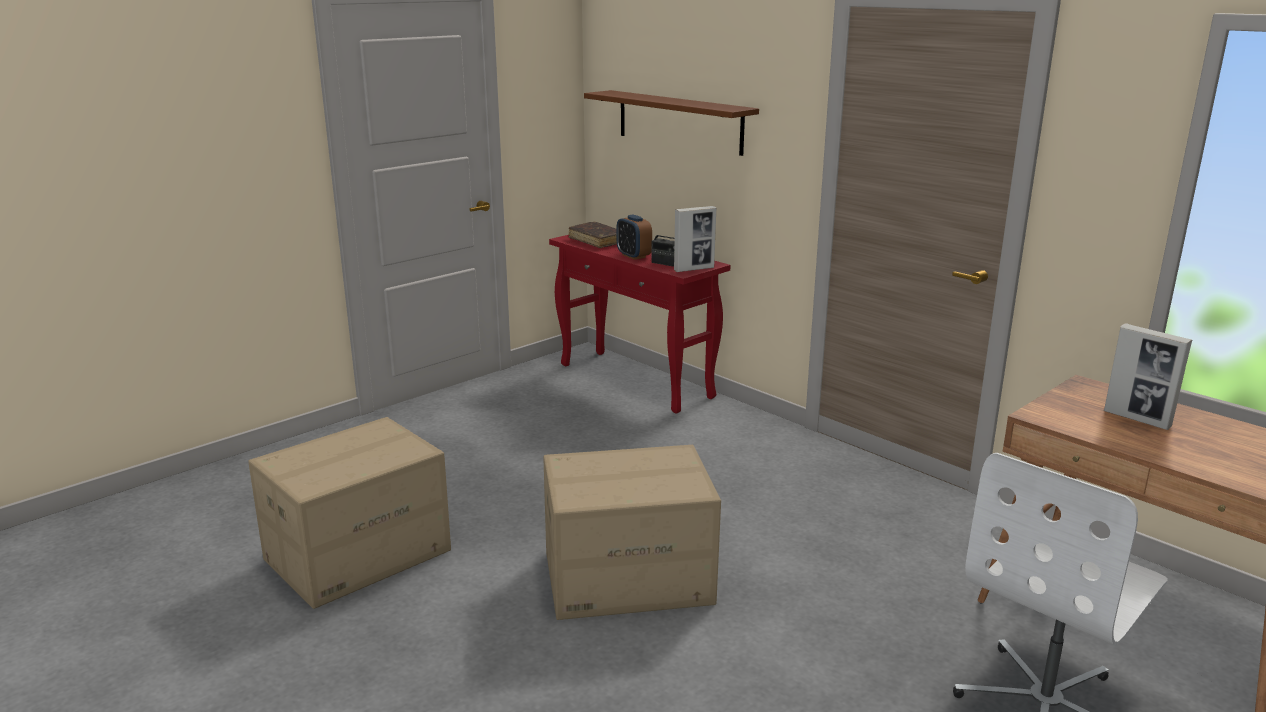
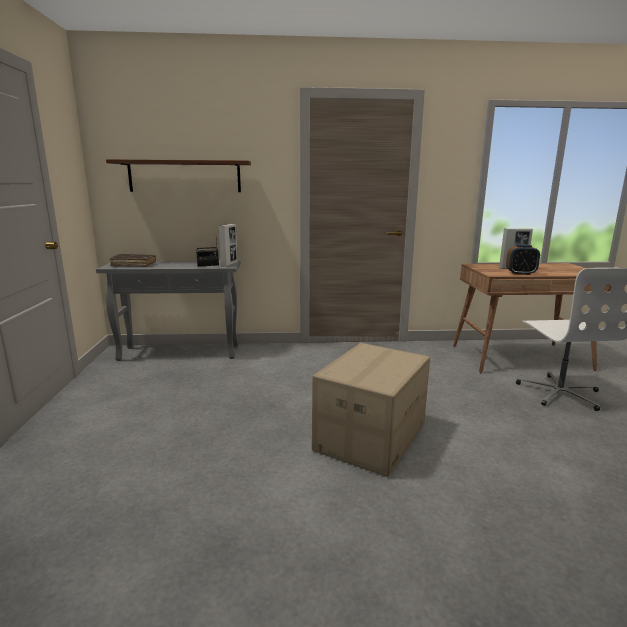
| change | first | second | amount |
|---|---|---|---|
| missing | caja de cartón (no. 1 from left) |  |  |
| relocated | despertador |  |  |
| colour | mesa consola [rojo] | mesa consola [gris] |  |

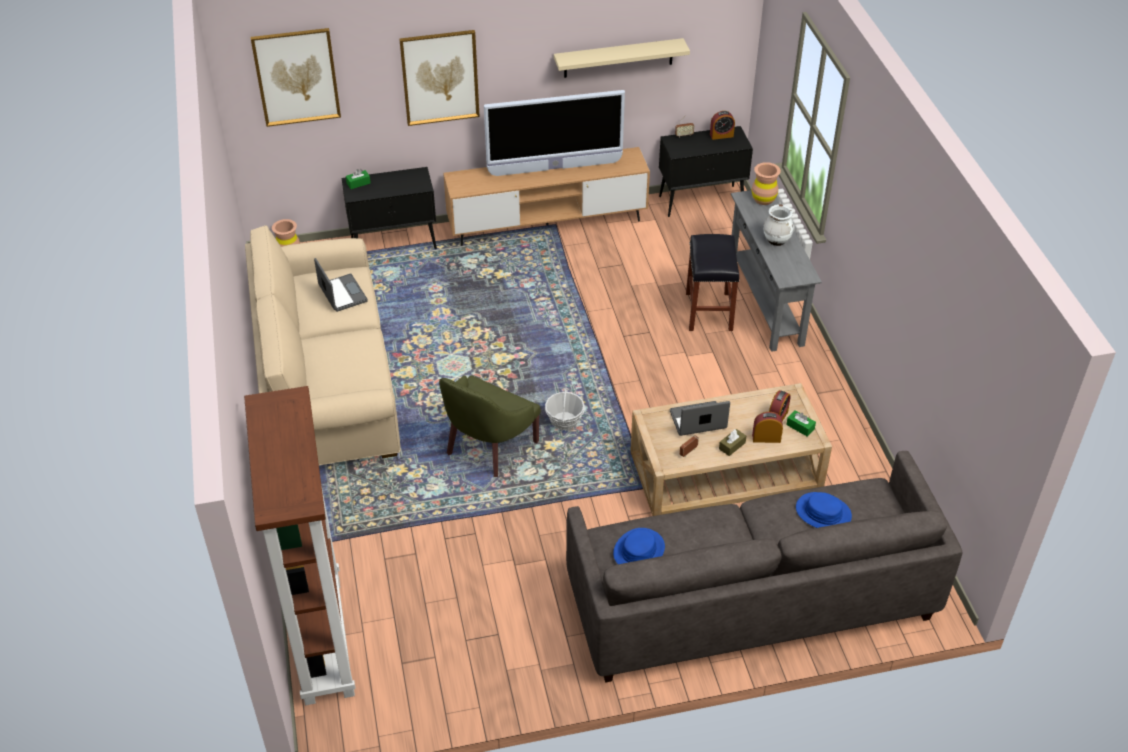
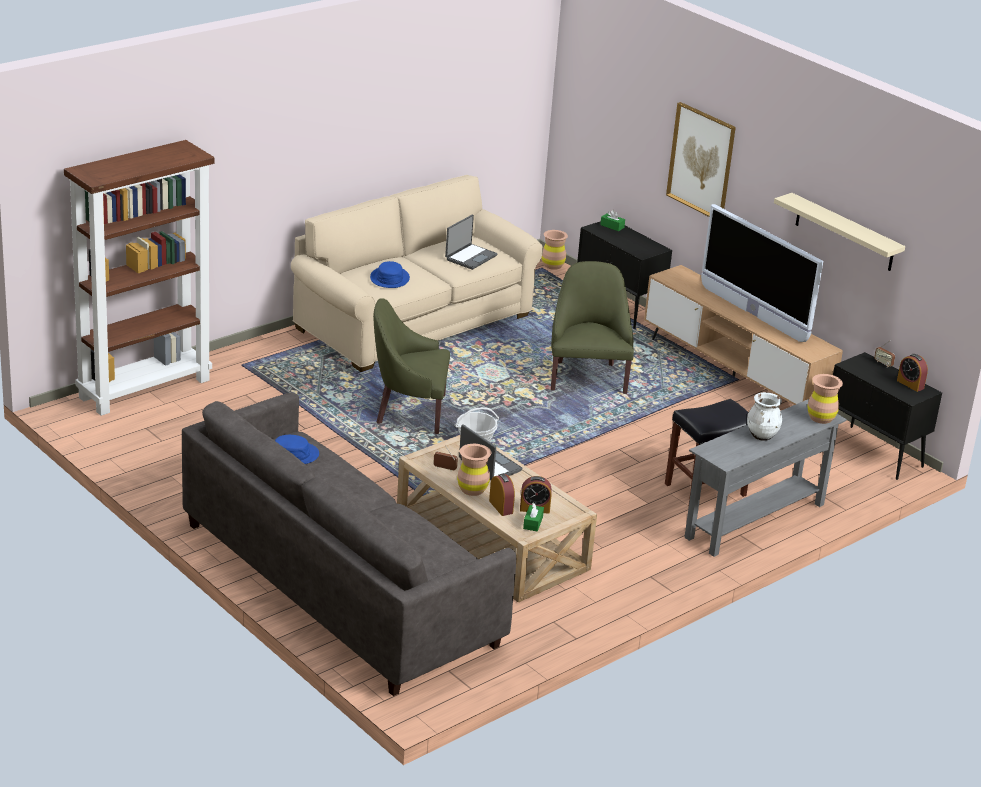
| change | first | second | amount |
|---|---|---|---|
| missing | cuadro (no. 1 from left) |  |  |
| appeared |  | sillón [verde] (no. 2 from left) |  |
| relocated | sombrero [azul] (no. 2 from left) |  |  |
| exchanged | caja de pañuelos [marrón] | florero [marrón] (no. 1 from left) |  |

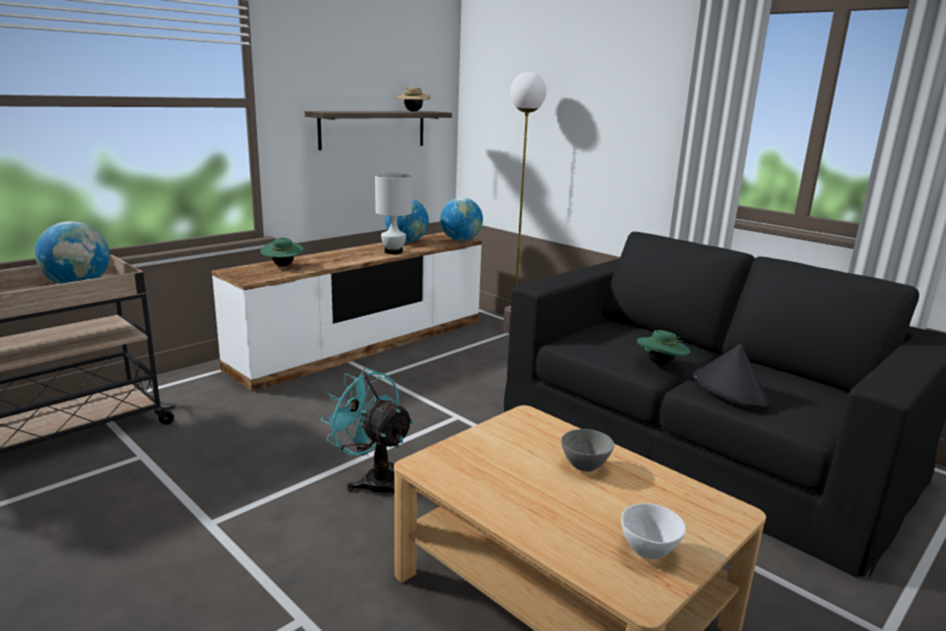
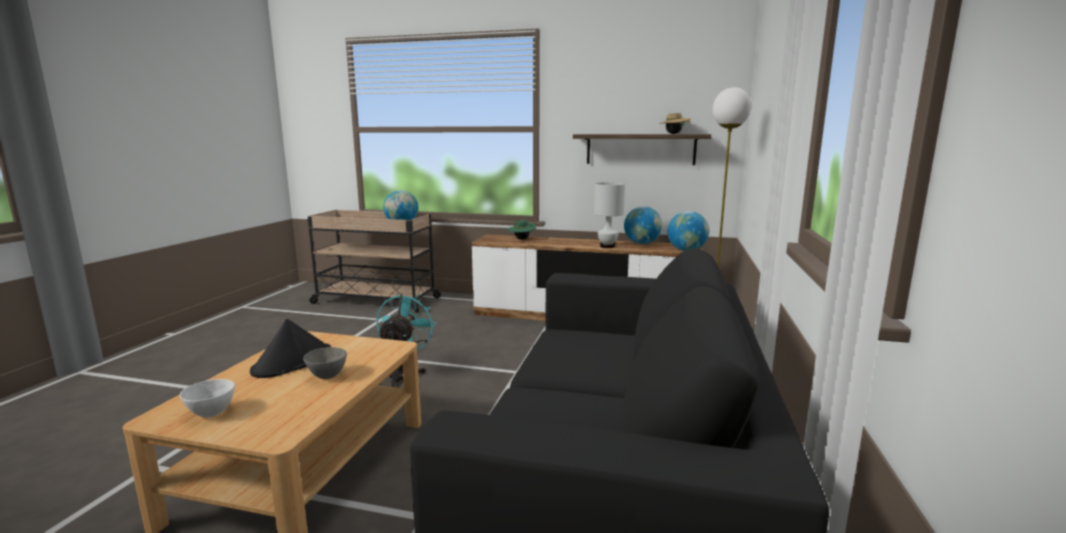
| change | first | second | amount |
|---|---|---|---|
| missing | sombrero [verde] (no. 2 from left) |  |  |
| relocated | sombrero [negro] |  |  |

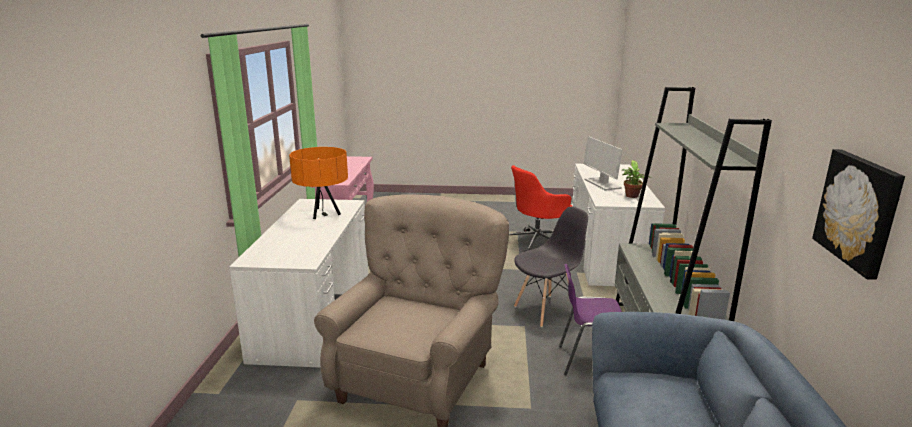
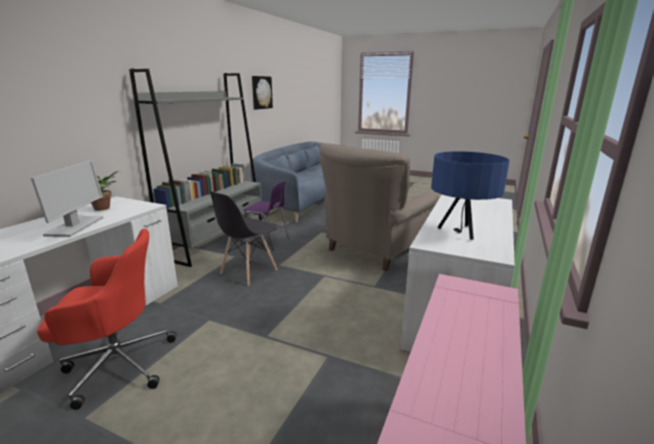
| change | first | second | amount |
|---|---|---|---|
| colour | lámpara de mesa [naranja] | lámpara de mesa [azul] |  |
| spun | silla [gris] |  | 45 degrees counterclockwise |

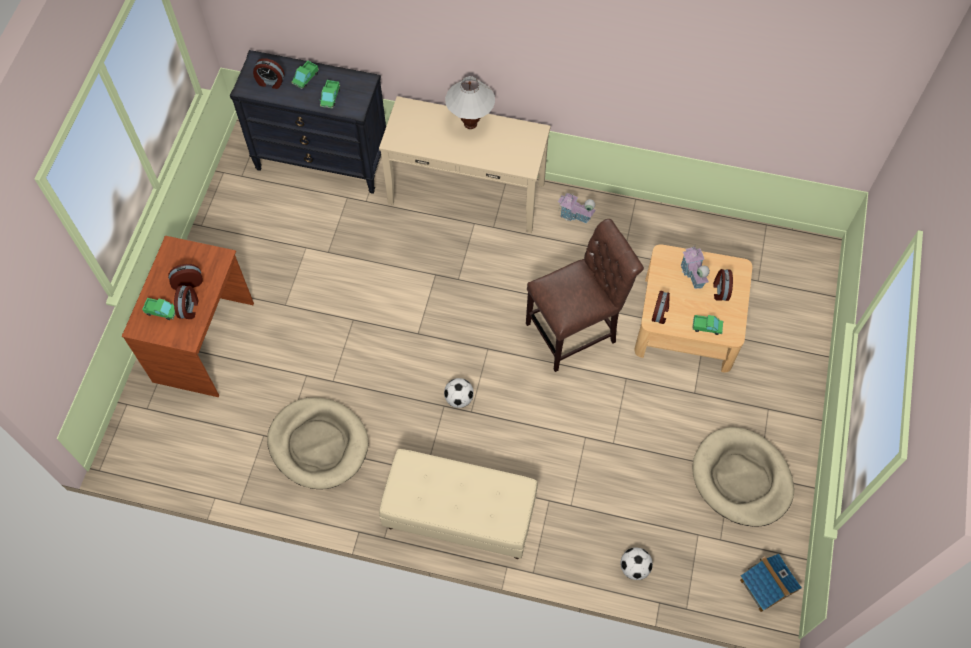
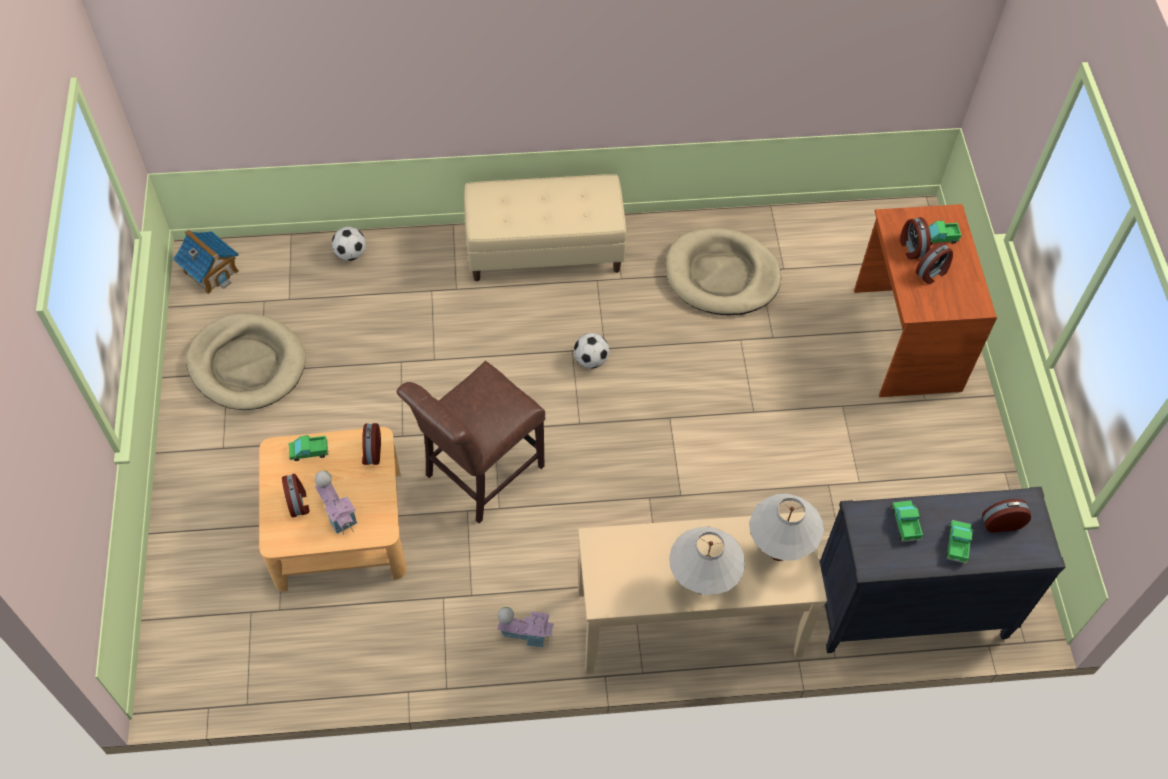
| change | first | second | amount |
|---|---|---|---|
| appeared |  | lámpara de mesa [blanco] (no. 2 from left) |  |

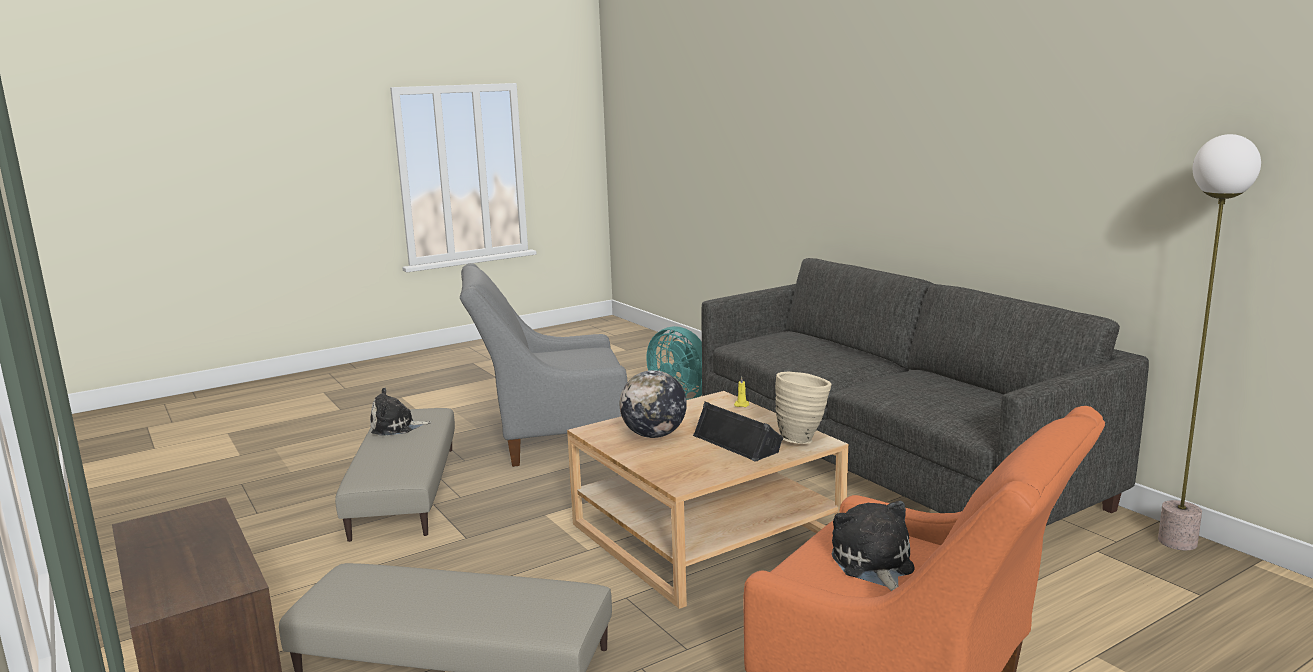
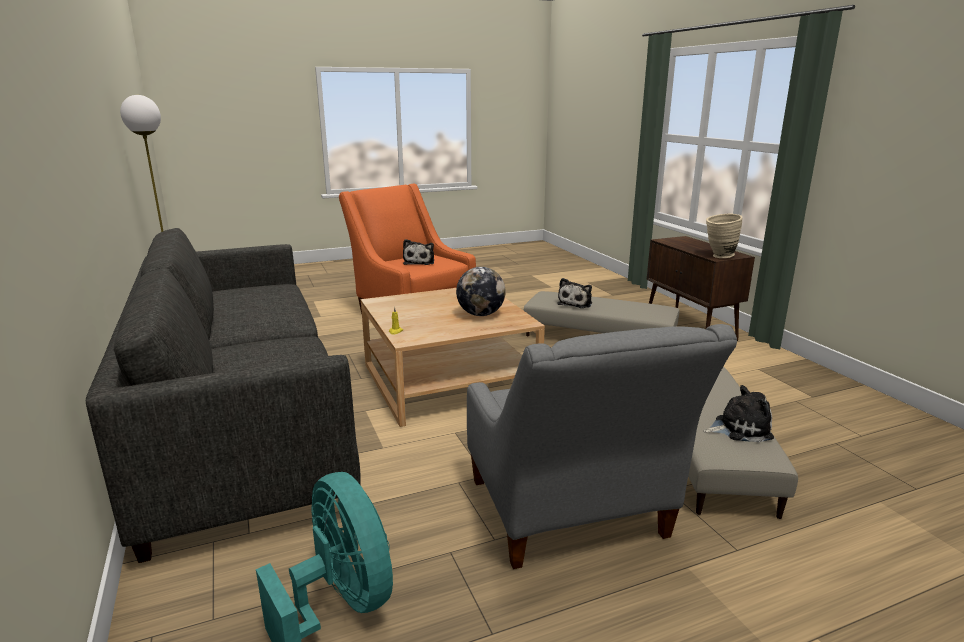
| change | first | second | amount |
|---|---|---|---|
| missing | altavoz [negro] |  |  |
| appeared |  | peluche (no. 2 from left) |  |
| relocated | florero [beis] |  |  |
| spun | sillón [gris] |  | 75 degrees clockwise |

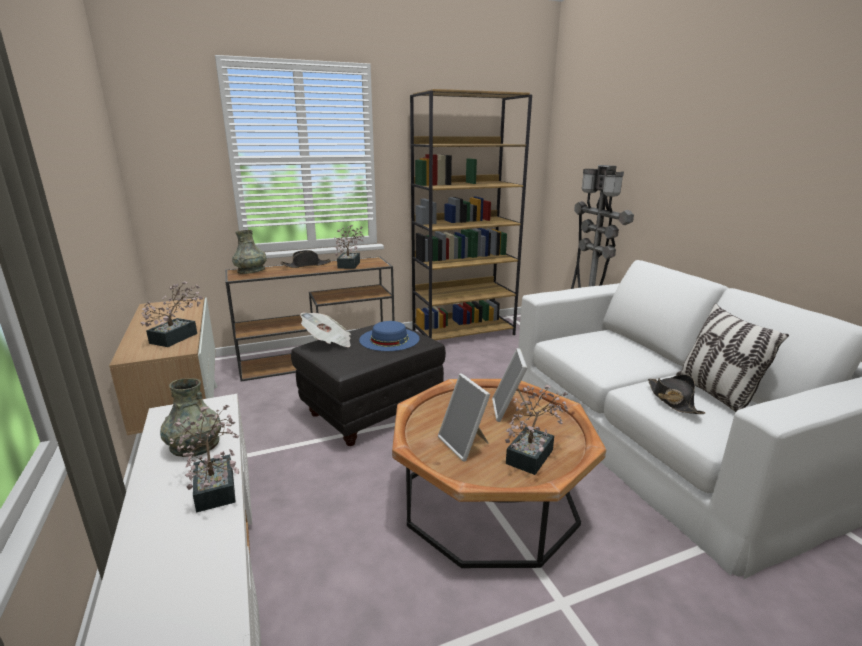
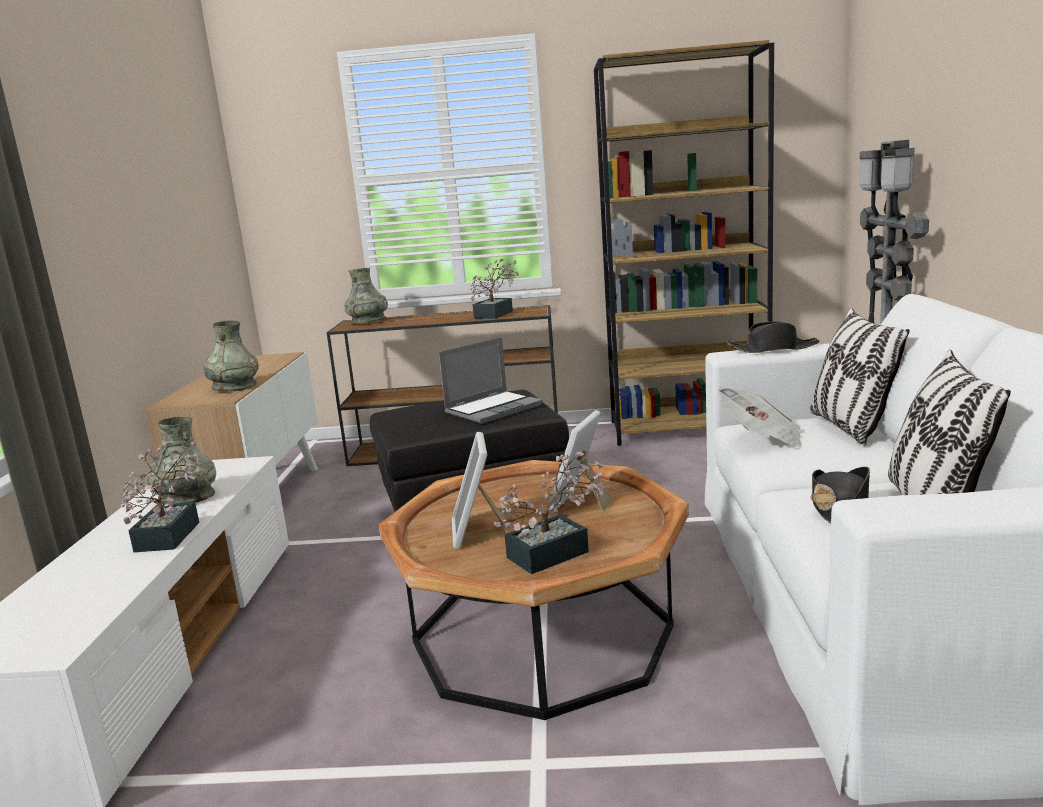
| change | first | second | amount |
|---|---|---|---|
| appeared |  | cojín (no. 1 from left) |  |
| relocated | sombrero [negro] (no. 1 from left) |  |  |
| relocated | periódico |  |  |
| exchanged | planta en maceta (no. 1 from left) | florero [gris] (no. 2 from left) |  |
| exchanged | sombrero [azul] | portátil |  |

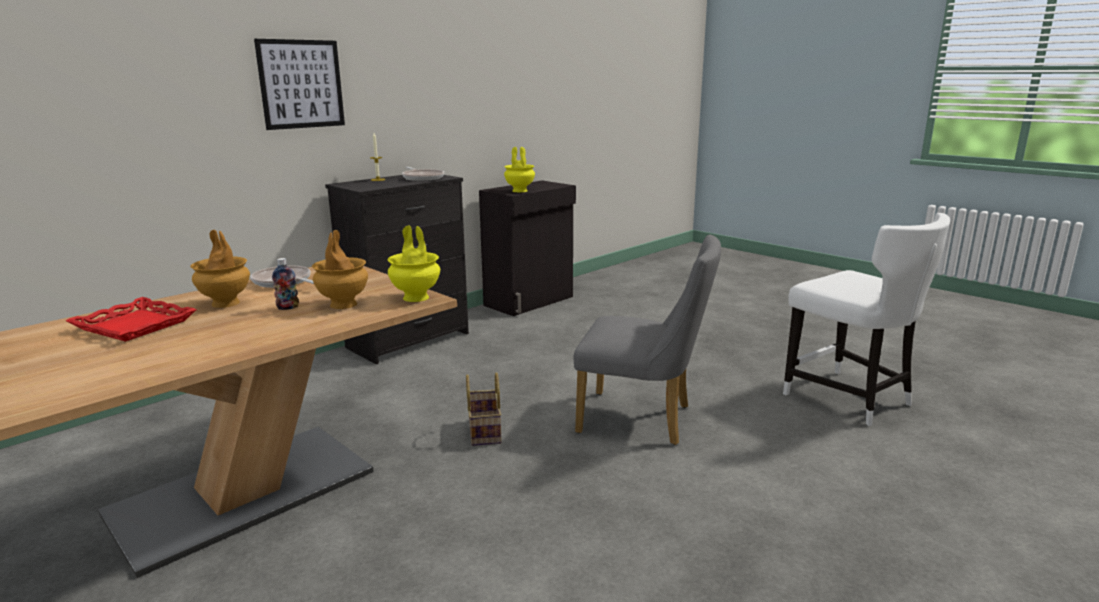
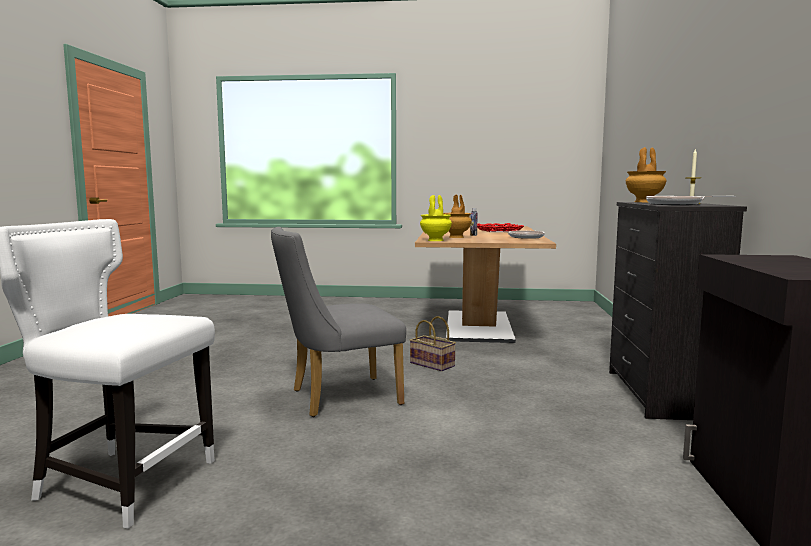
| change | first | second | amount |
|---|---|---|---|
| missing | cuadro |  |  |
| missing | florero [amarillo] (no. 2 from left) |  |  |
| relocated | florero [marrón] (no. 1 from left in the first image) | florero [marrón] (no. 2 from left) |  |

